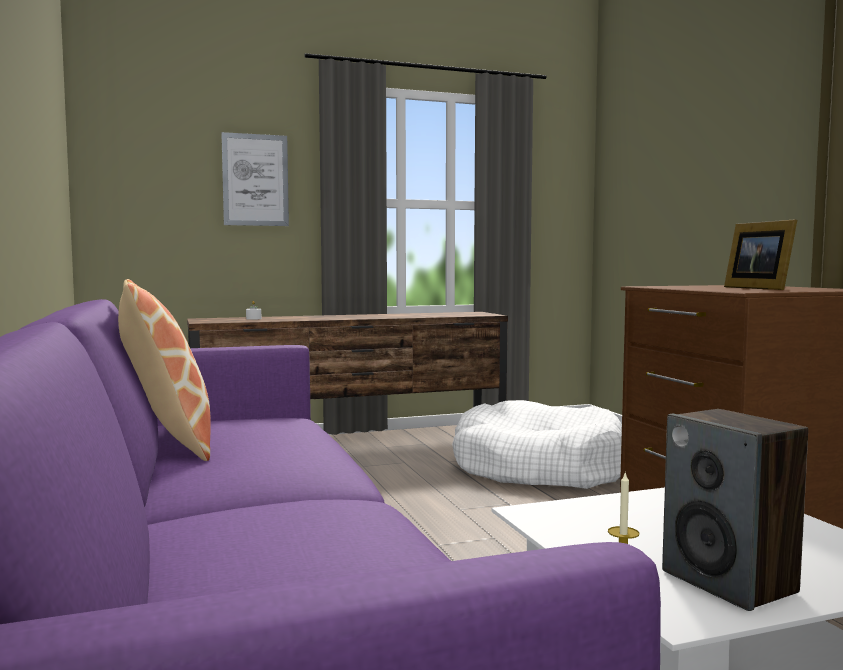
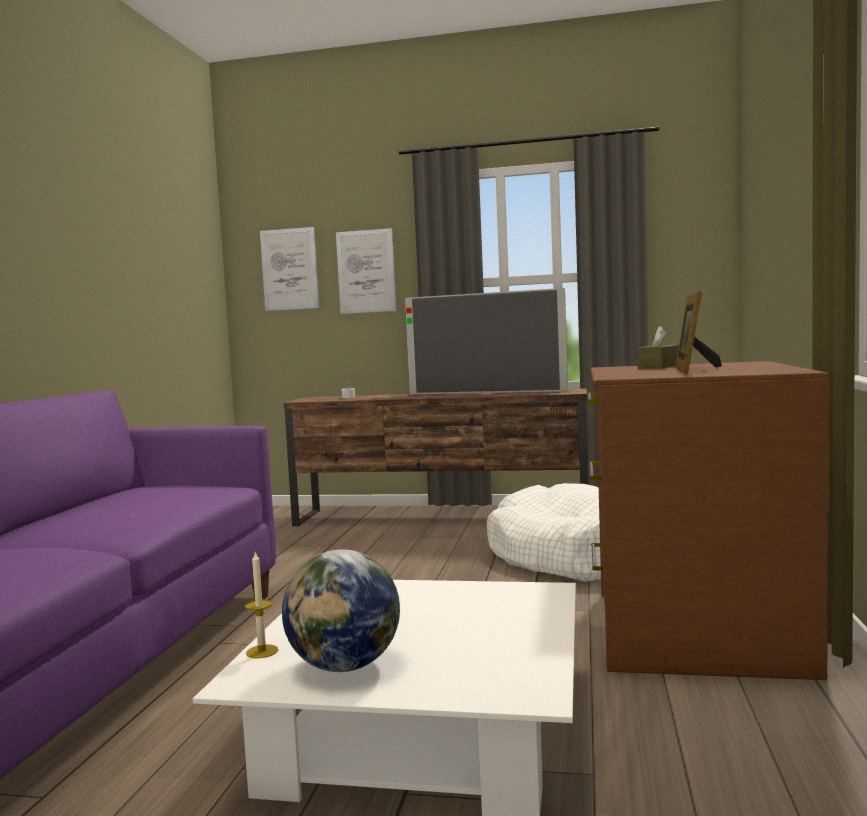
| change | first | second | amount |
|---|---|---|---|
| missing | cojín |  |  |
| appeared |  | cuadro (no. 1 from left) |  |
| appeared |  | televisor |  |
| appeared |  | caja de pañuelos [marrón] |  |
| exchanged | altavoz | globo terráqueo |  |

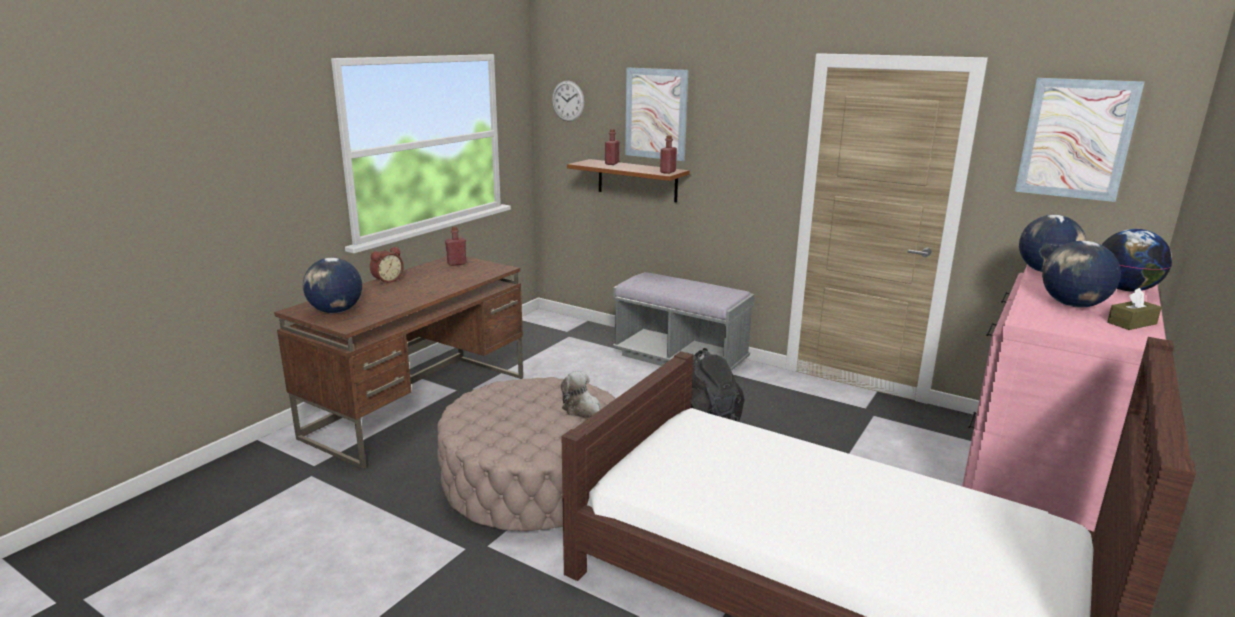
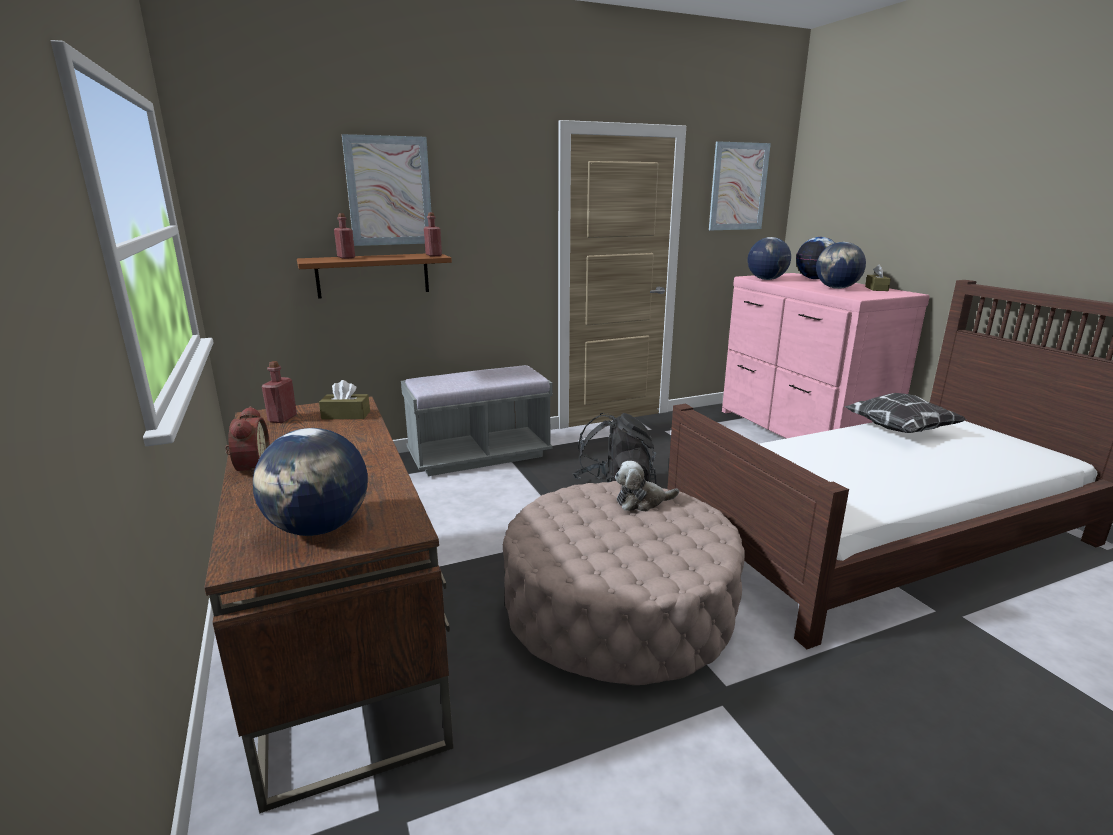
| change | first | second | amount |
|---|---|---|---|
| missing | reloj de pared |  |  |
| appeared |  | caja de pañuelos [marrón] (no. 1 from left) |  |
| appeared |  | cojín |  |

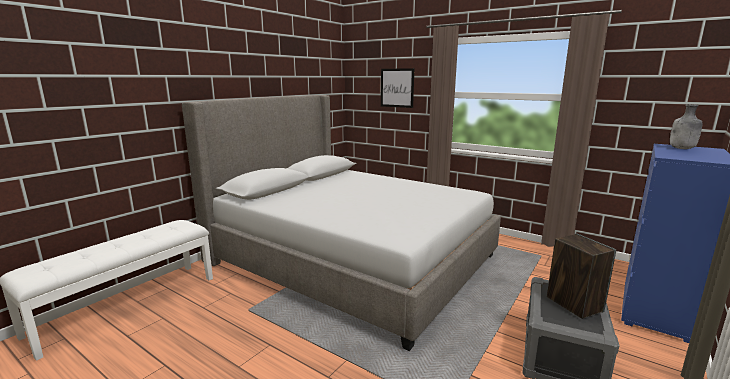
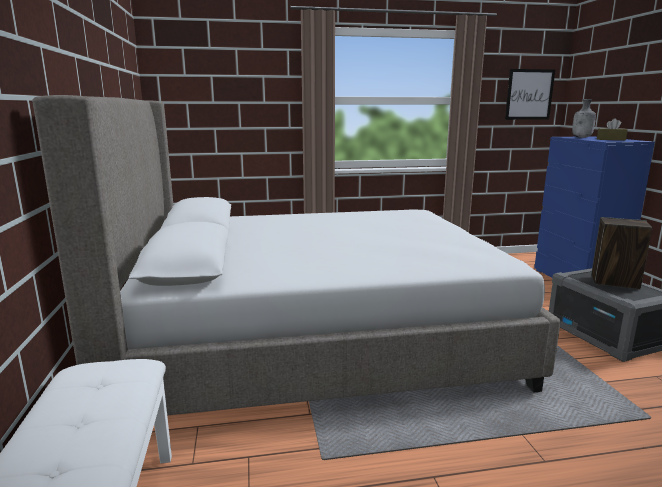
| change | first | second | amount |
|---|---|---|---|
| appeared |  | caja de pañuelos [marrón] |  |
| relocated | cuadro |  |  |

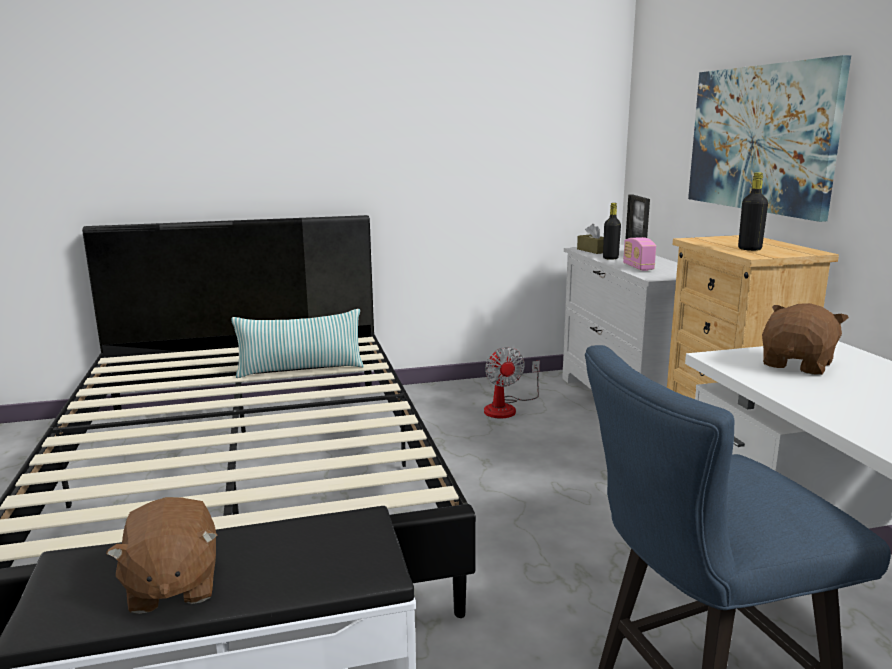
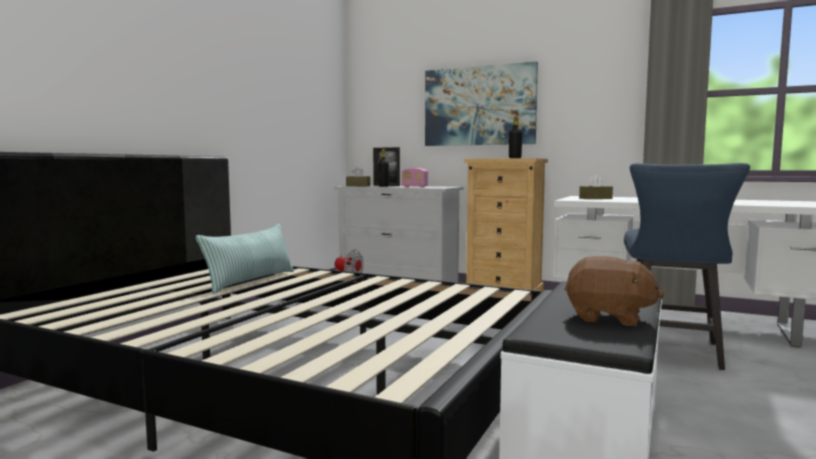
| change | first | second | amount |
|---|---|---|---|
| exchanged | peluche [marrón] (no. 2 from left) | caja de pañuelos [marrón] (no. 2 from left) |  |

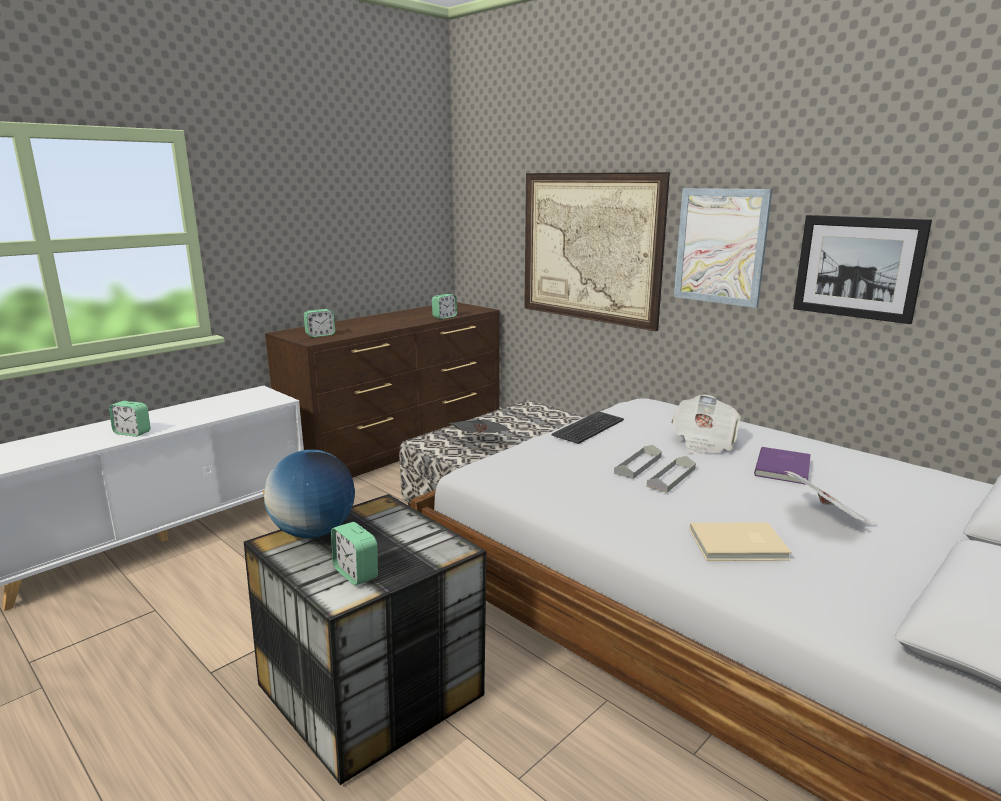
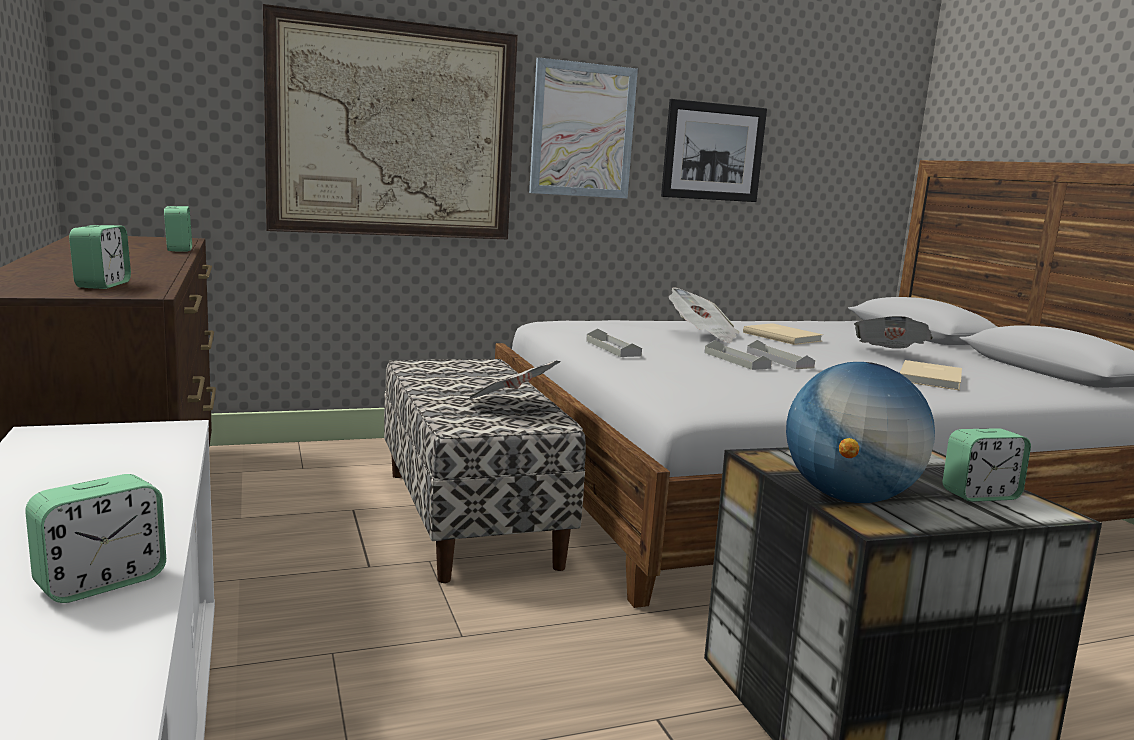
| change | first | second | amount |
|---|---|---|---|
| exchanged | teclado | bandeja [gris] (no. 1 from left) |  |
| colour | libro [morado] | libro [beis] (no. 1 from left) |  |

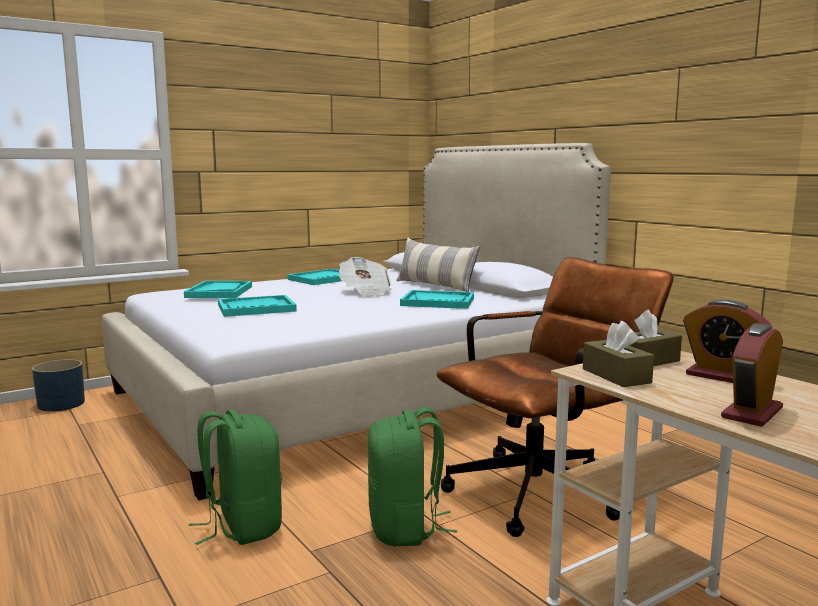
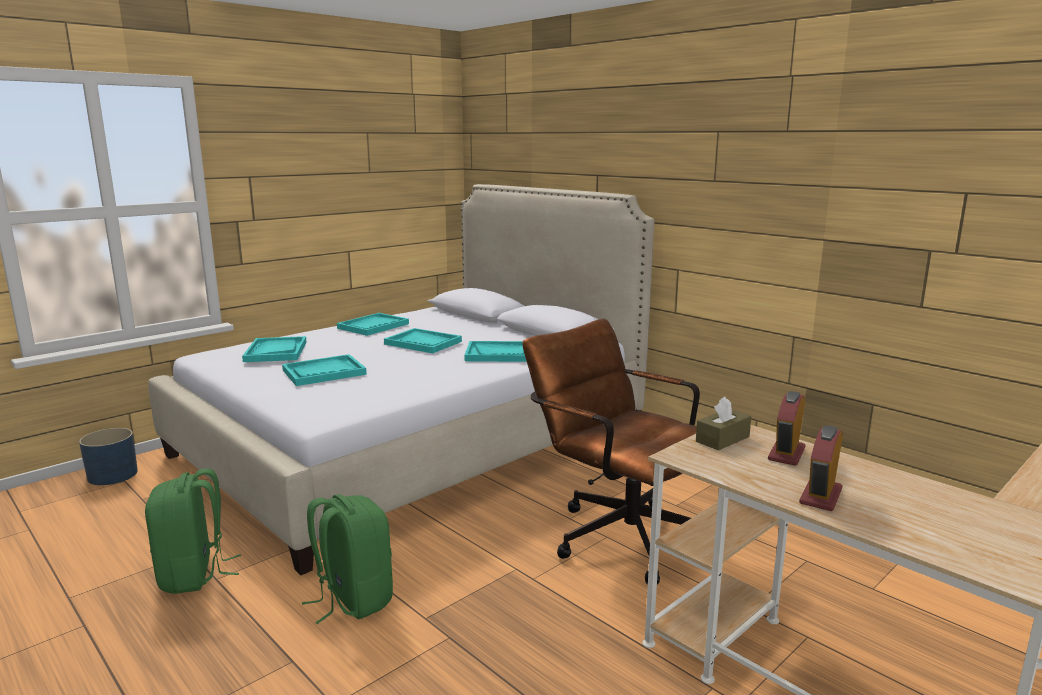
| change | first | second | amount |
|---|---|---|---|
| missing | cojín |  |  |
| missing | caja de pañuelos [marrón] (no. 1 from left) |  |  |
| relocated | mochila [verde] (no. 2 from left in the first image) | mochila [verde] (no. 1 from left) |  |
| exchanged | periódico | bandeja [turquesa] (no. 4 from left) |  |
| spun | silla de oficina [marrón] |  | 90 degrees counterclockwise |
| spun | despertador (no. 1 from left) |  | 90 degrees clockwise |

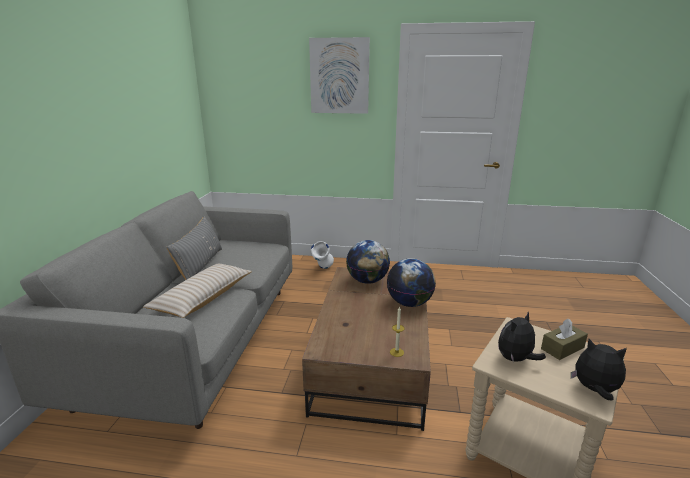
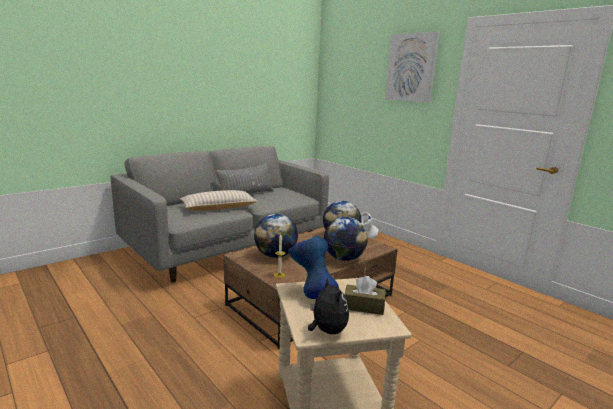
| change | first | second | amount |
|---|---|---|---|
| appeared |  | globo terráqueo (no. 1 from left) |  |
| exchanged | peluche (no. 1 from left) | florero [azul] |  |

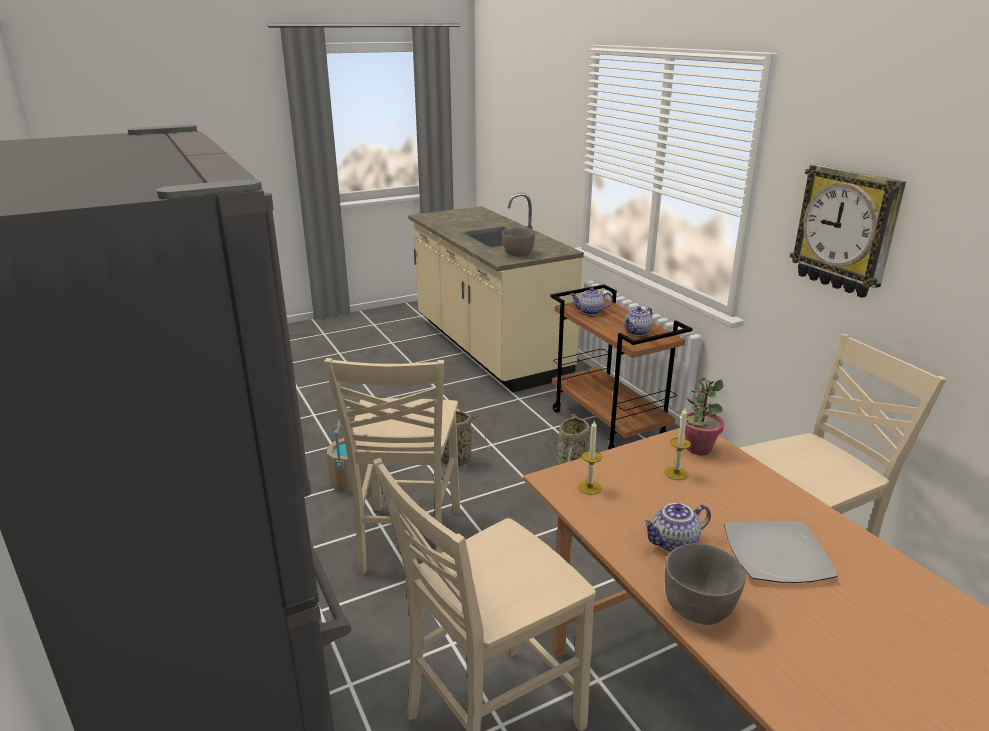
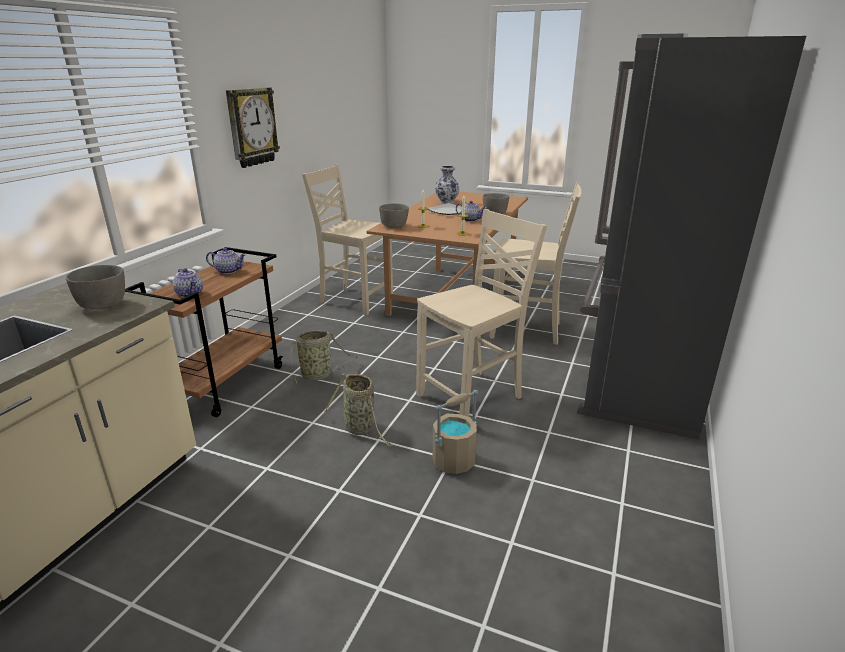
| change | first | second | amount |
|---|---|---|---|
| appeared |  | florero |  |
| exchanged | planta en maceta | cuenco [gris] (no. 2 from left) |  |

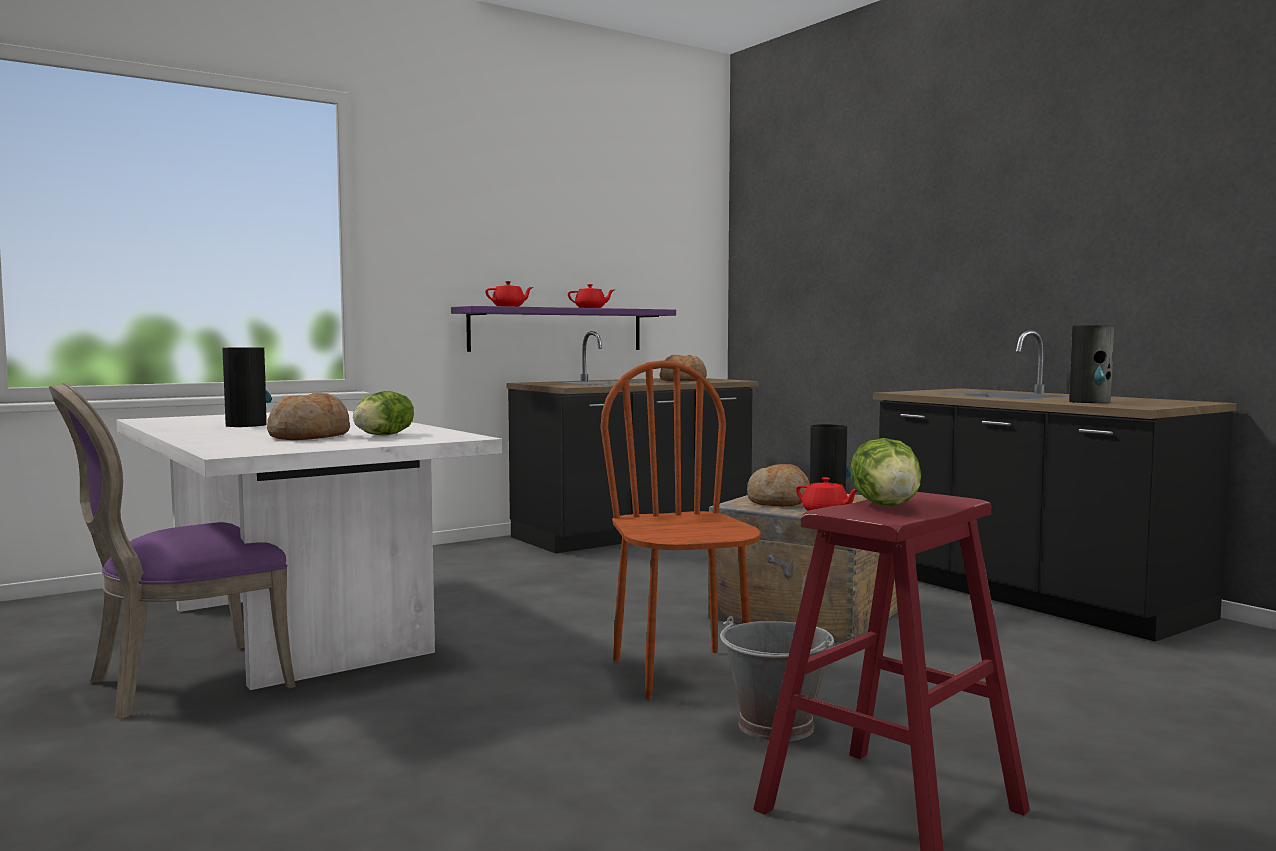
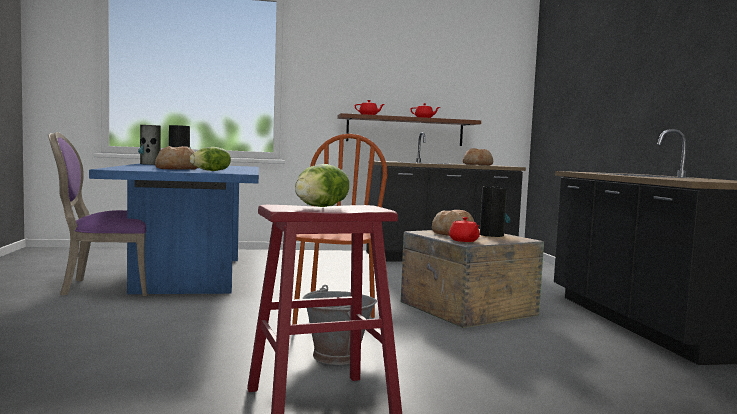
| change | first | second | amount |
|---|---|---|---|
| relocated | florero (no. 3 from left in the first image) | florero (no. 1 from left) |  |
| colour | mesa de comedor [blanco] | mesa de comedor [azul] |  |
| colour | estante [morado] | estante [marrón] |  |

